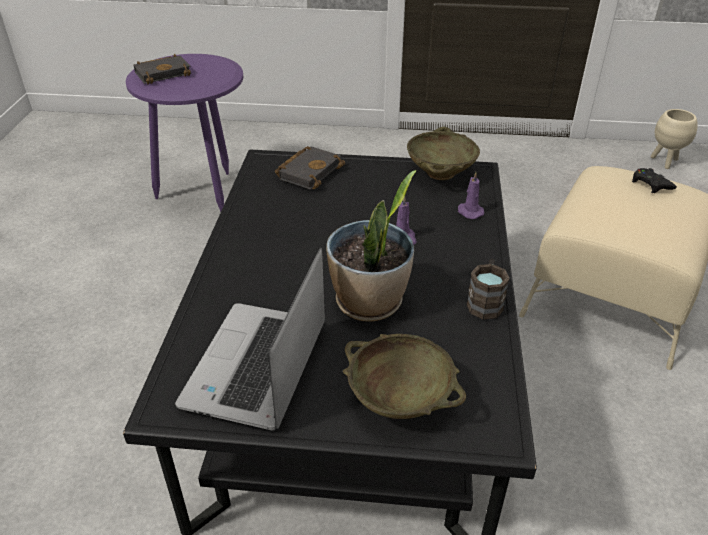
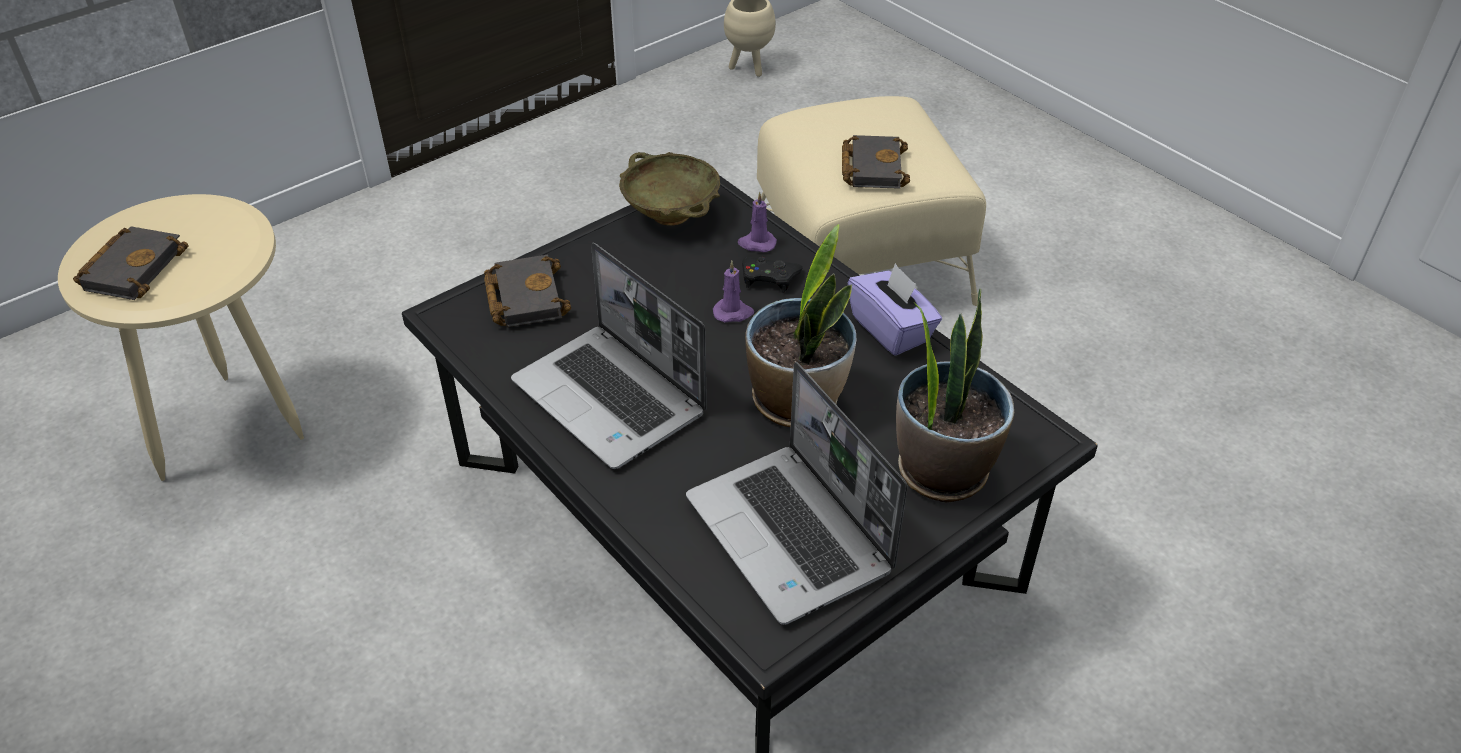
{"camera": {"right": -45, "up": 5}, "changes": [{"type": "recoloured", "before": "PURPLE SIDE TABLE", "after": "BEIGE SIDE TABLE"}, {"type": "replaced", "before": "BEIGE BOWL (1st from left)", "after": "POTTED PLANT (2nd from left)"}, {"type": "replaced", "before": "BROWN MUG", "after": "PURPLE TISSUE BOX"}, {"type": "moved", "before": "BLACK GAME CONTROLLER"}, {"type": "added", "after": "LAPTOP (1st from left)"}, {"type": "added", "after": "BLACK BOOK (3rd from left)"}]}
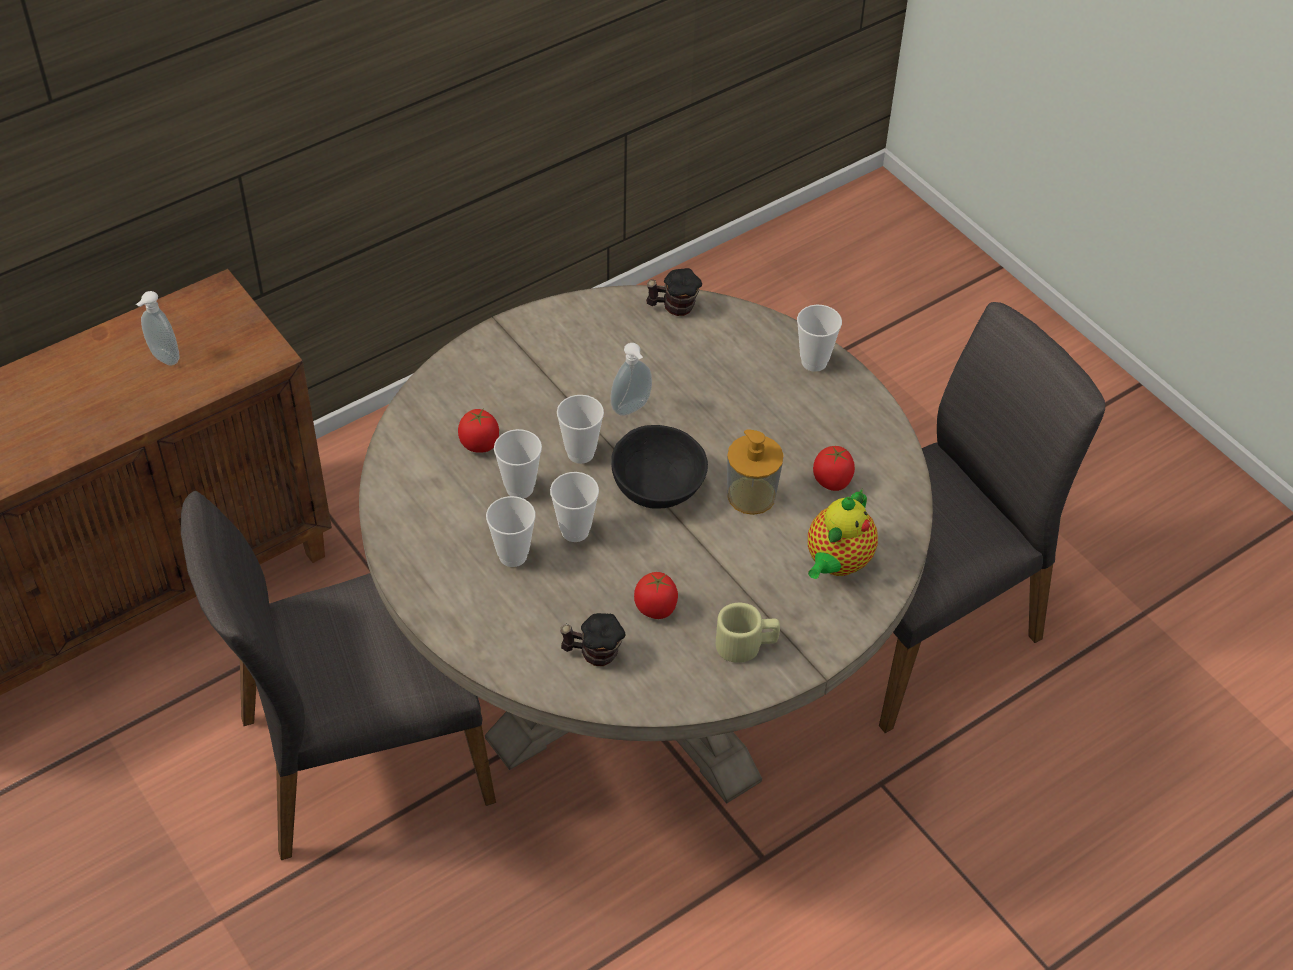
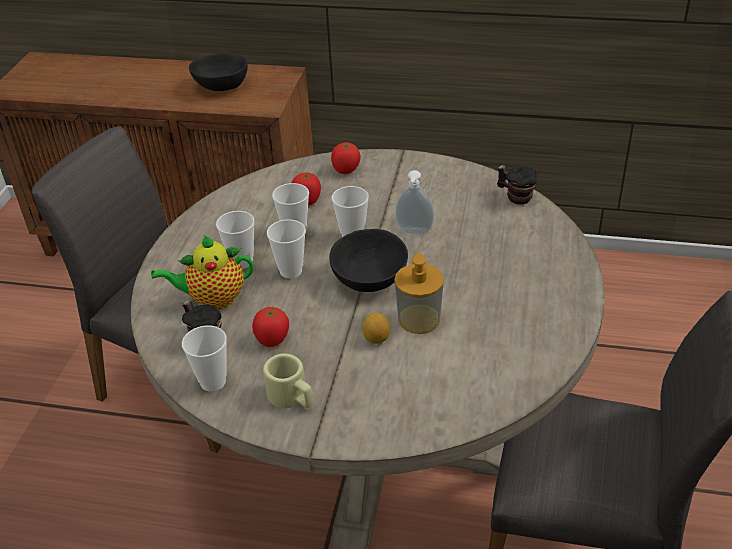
{"camera": {"right": 50, "up": -10}, "changes": [{"type": "replaced", "before": "SOAP DISPENSER (1st from left)", "after": "BLACK BOWL (1st from left)"}, {"type": "moved", "before": "CUP (5th from left in the first image)", "after": "CUP (1st from left)"}, {"type": "moved", "before": "TEAPOT"}, {"type": "moved", "before": "TOMATO (3rd from left)"}, {"type": "added", "after": "LEMON"}]}
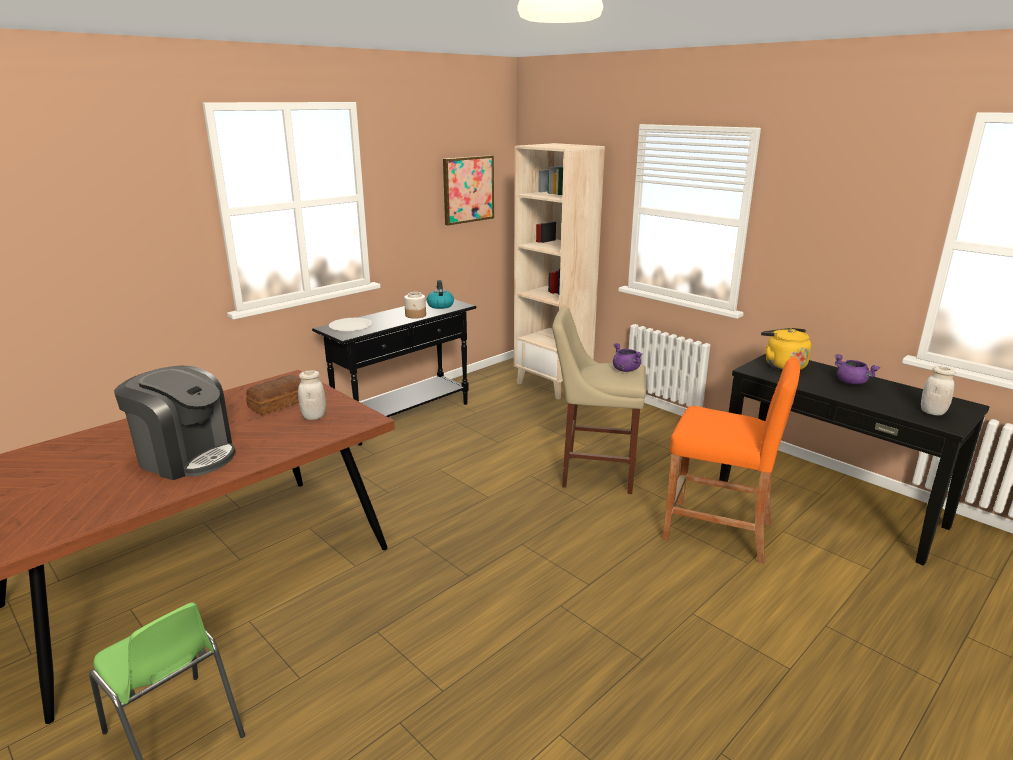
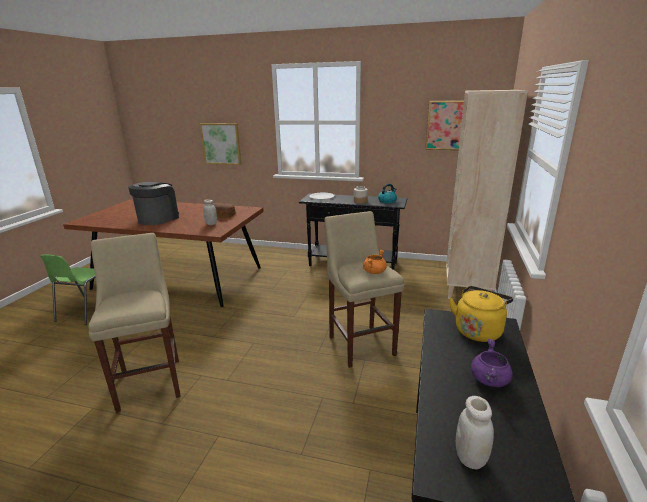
{"camera": {"right": 60, "up": 0}, "changes": [{"type": "turned", "before": "COFFEE MACHINE", "turn": -150}, {"type": "recoloured", "before": "PURPLE COOKING POT (1st from left)", "after": "ORANGE COOKING POT"}, {"type": "removed", "before": "ORANGE STOOL"}, {"type": "added", "after": "BEIGE STOOL (1st from left)"}, {"type": "added", "after": "PICTURE (1st from left)"}]}
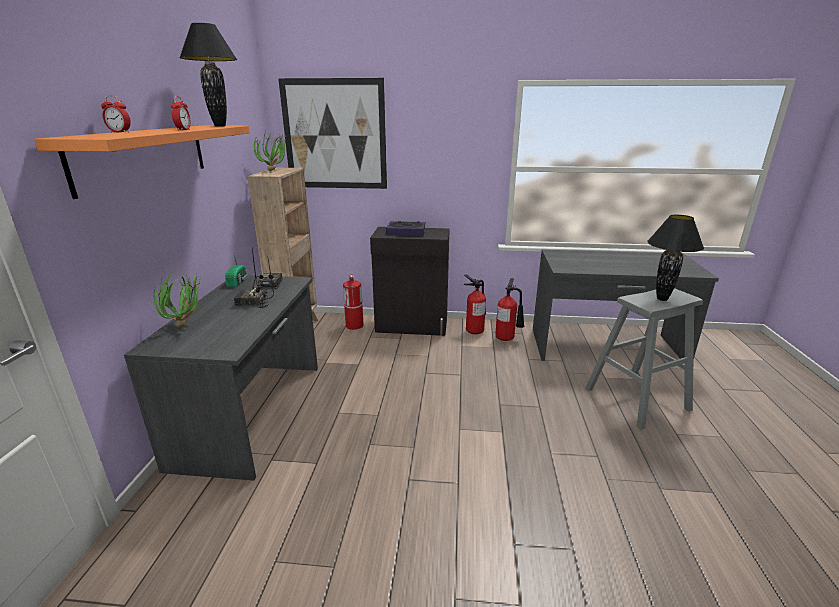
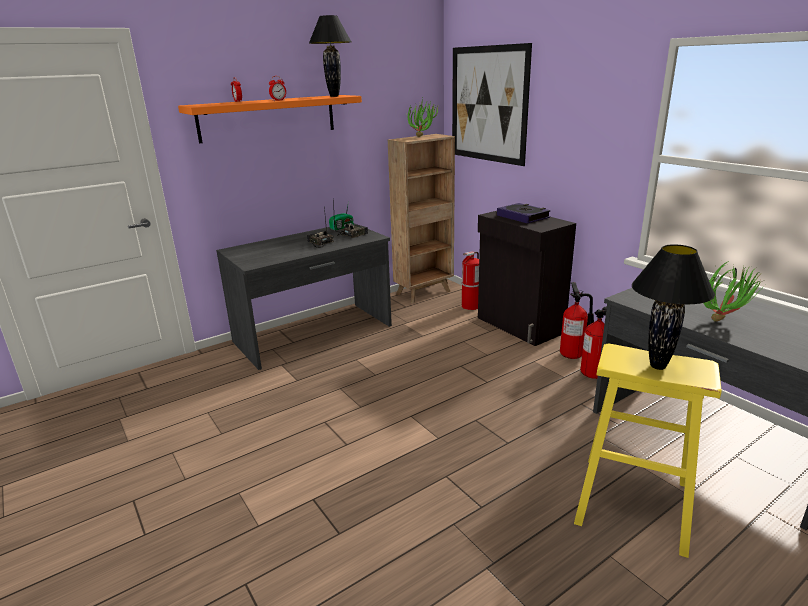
{"camera": {"right": 50, "up": 0}, "changes": [{"type": "moved", "before": "POTTED PLANT (1st from left in the first image)", "after": "POTTED PLANT (2nd from left)"}, {"type": "recoloured", "before": "GREY STOOL", "after": "YELLOW STOOL"}]}
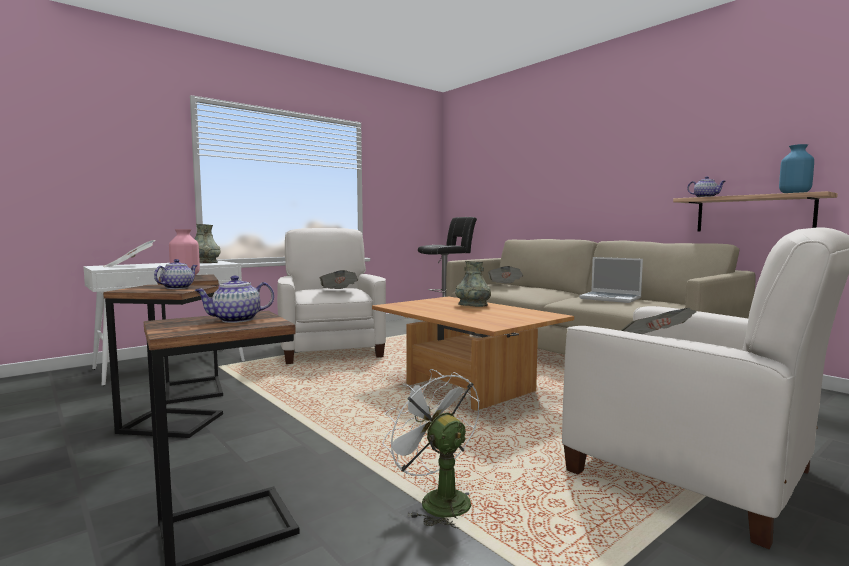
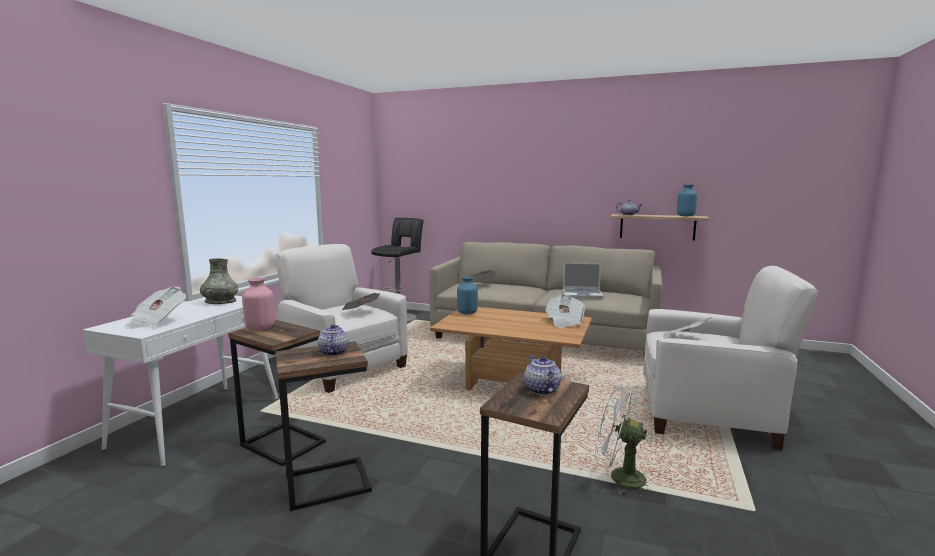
{"camera": {"right": -30, "up": 5}, "changes": [{"type": "turned", "before": "TEAPOT (2nd from left)", "turn": 135}, {"type": "removed", "before": "GREY VASE (2nd from left)"}, {"type": "added", "after": "BLUE VASE (1st from left)"}, {"type": "added", "after": "NEWSPAPER (4th from left)"}]}
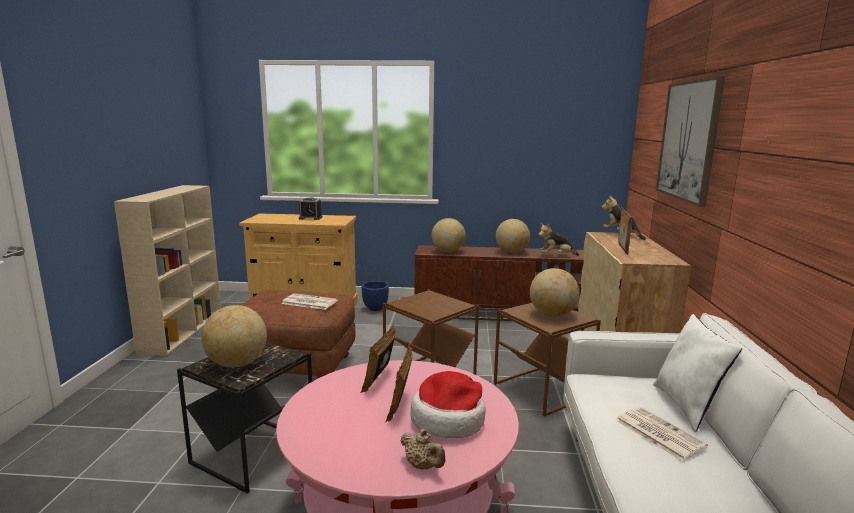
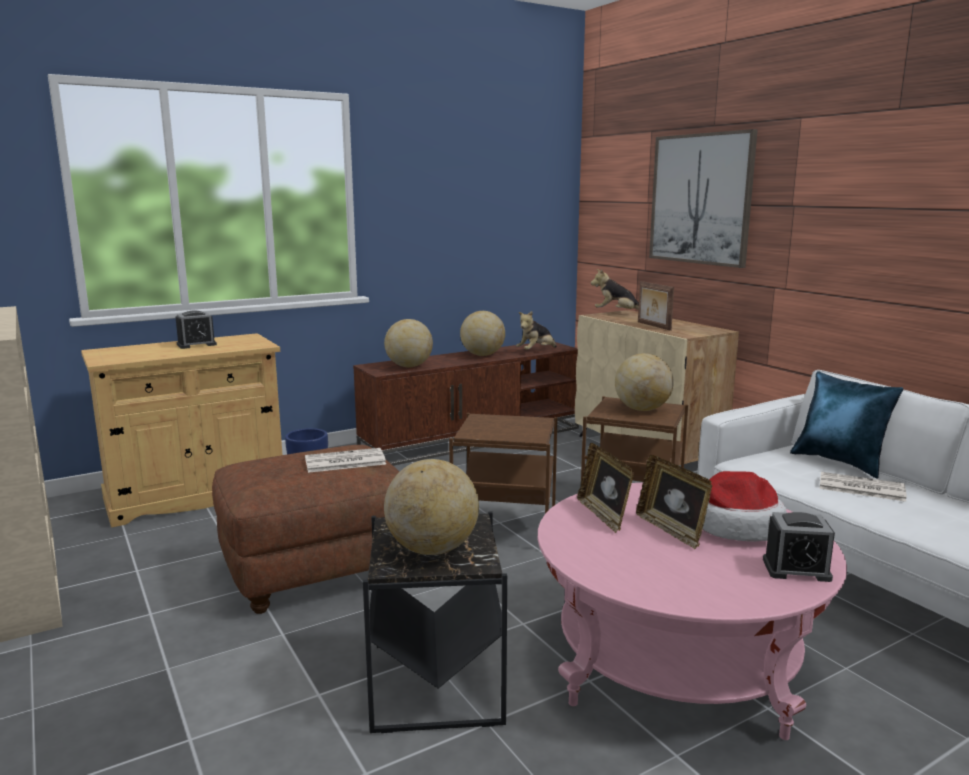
{"camera": {"right": -35, "up": 0}, "changes": [{"type": "replaced", "before": "BEIGE TEAPOT", "after": "ALARM CLOCK (2nd from left)"}, {"type": "recoloured", "before": "WHITE PILLOW", "after": "BLUE PILLOW"}]}
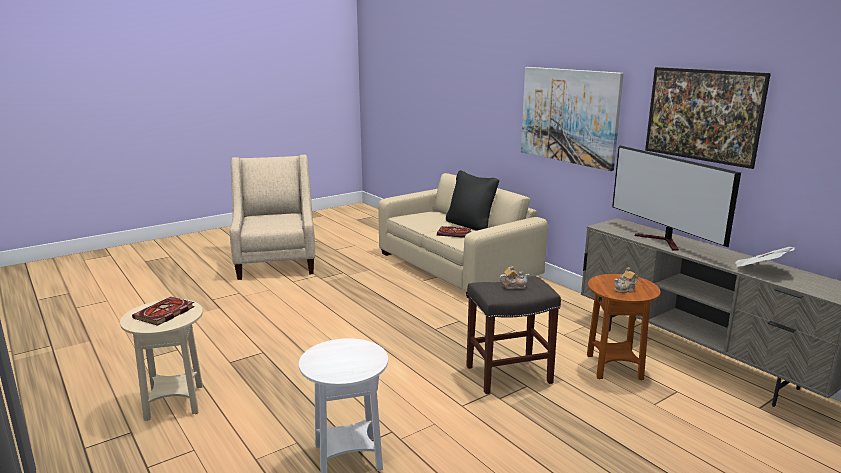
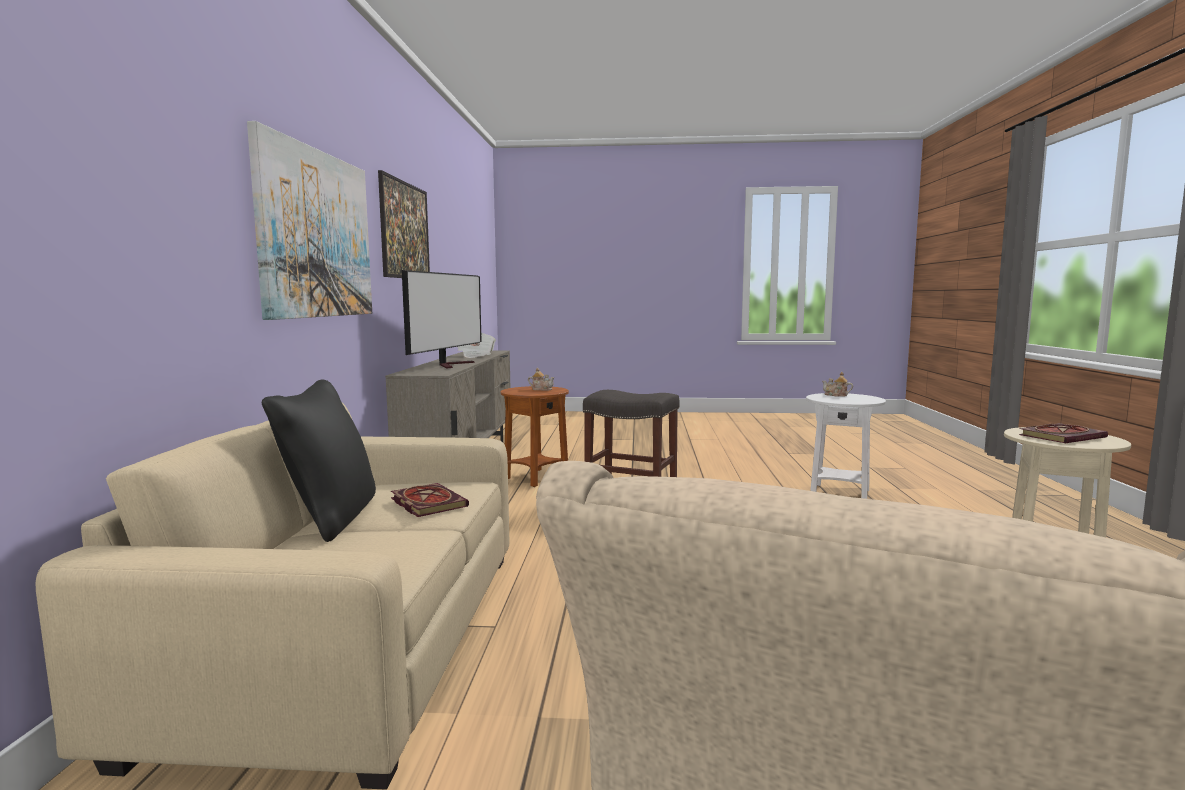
{"camera": {"right": -140, "up": -10}, "changes": [{"type": "moved", "before": "TEAPOT (1st from left in the first image)", "after": "TEAPOT (2nd from left)"}]}
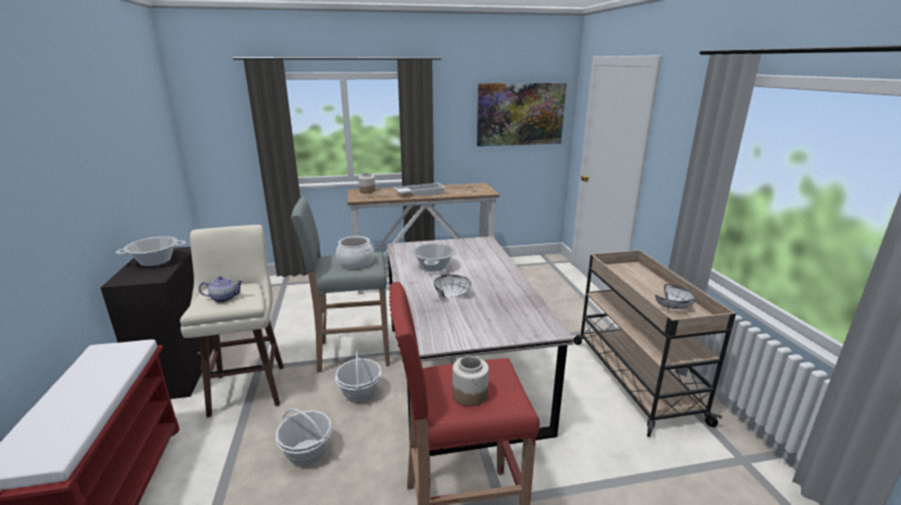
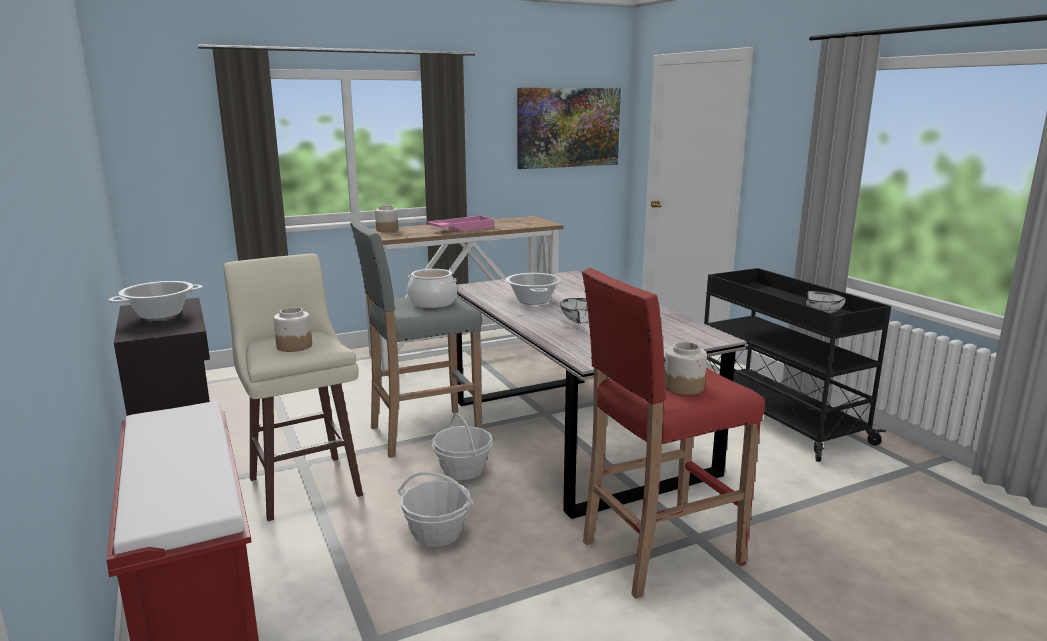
{"camera": {"right": -15, "up": -5}, "changes": [{"type": "replaced", "before": "TEAPOT", "after": "JAR (1st from left)"}, {"type": "recoloured", "before": "WHITE TRAY", "after": "PINK TRAY"}, {"type": "recoloured", "before": "BEIGE CART", "after": "BLACK CART"}]}
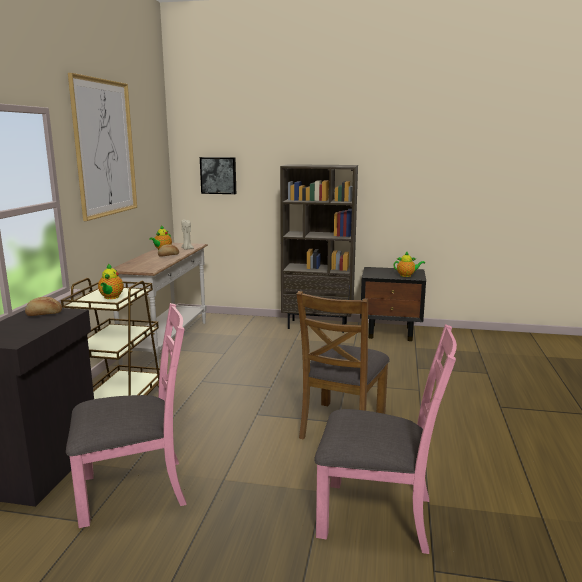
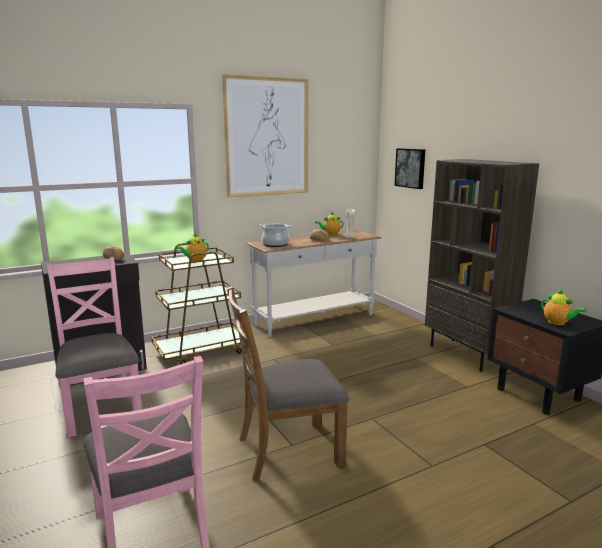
{"camera": {"right": 50, "up": 0}, "changes": [{"type": "turned", "before": "PINK CHAIR (1st from left)", "turn": -150}, {"type": "added", "after": "COOKING POT"}]}
